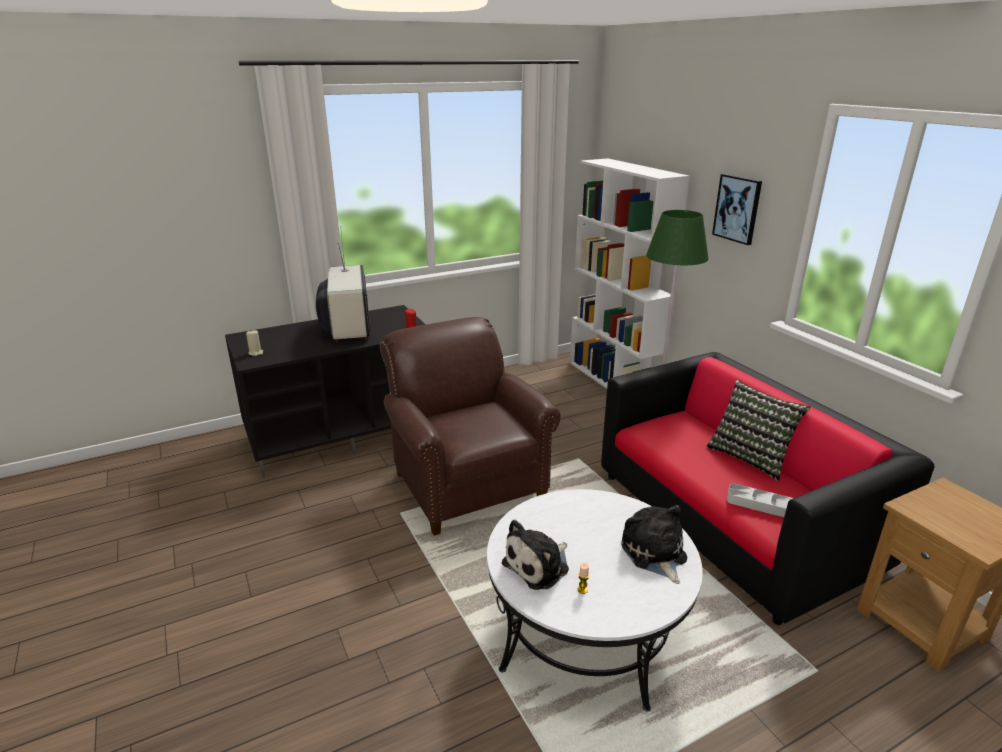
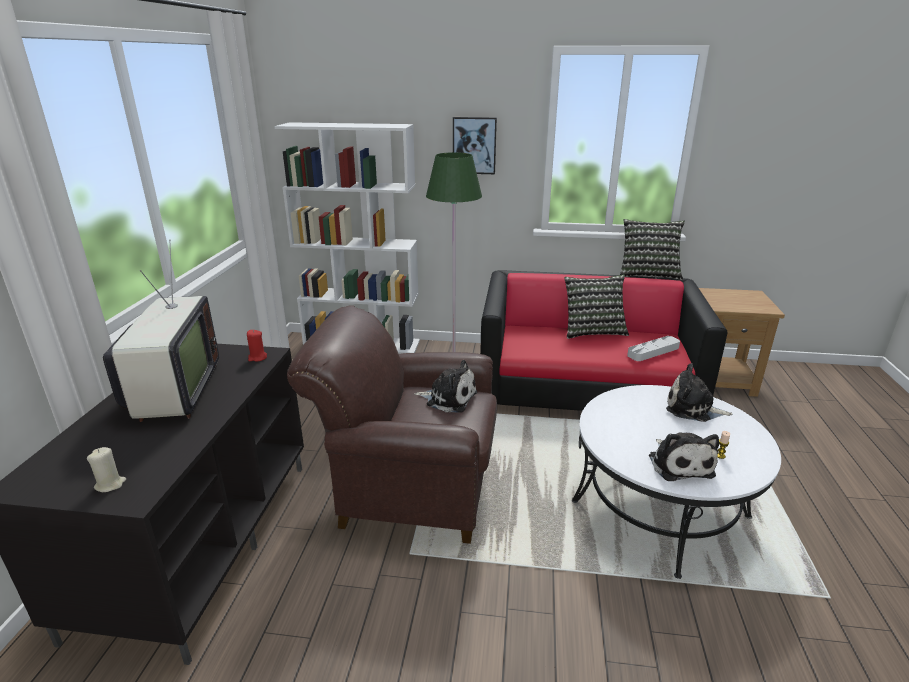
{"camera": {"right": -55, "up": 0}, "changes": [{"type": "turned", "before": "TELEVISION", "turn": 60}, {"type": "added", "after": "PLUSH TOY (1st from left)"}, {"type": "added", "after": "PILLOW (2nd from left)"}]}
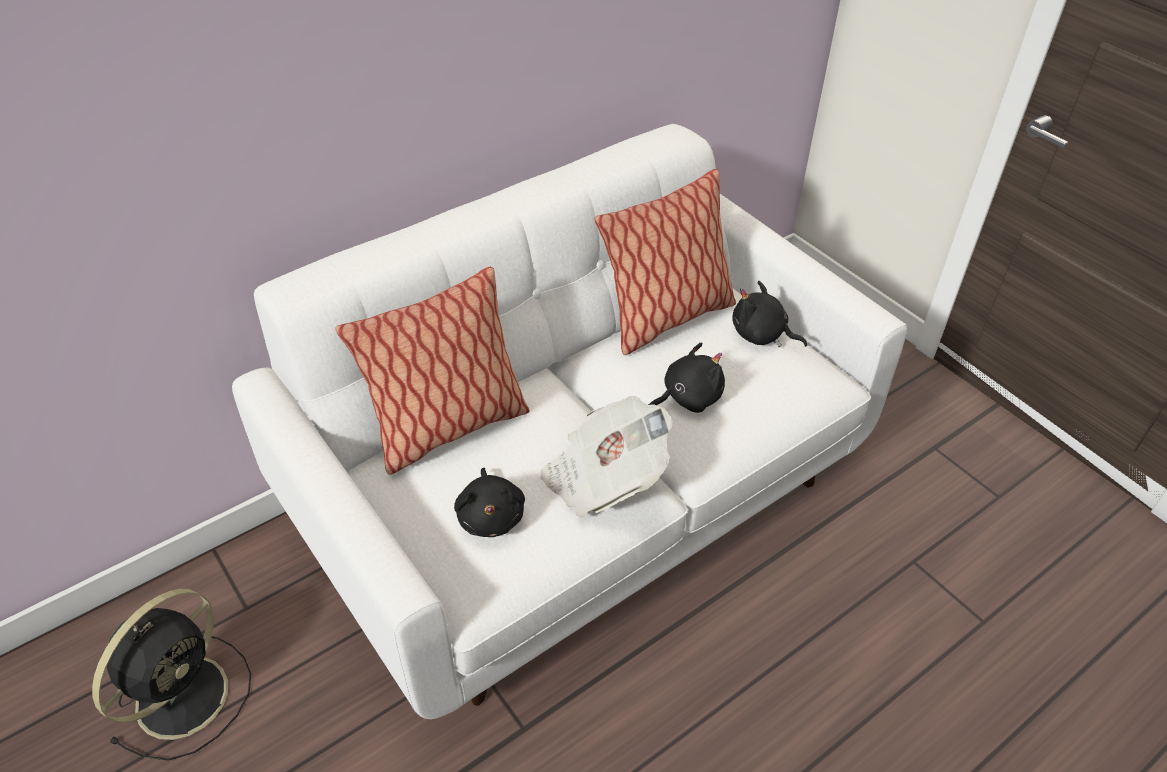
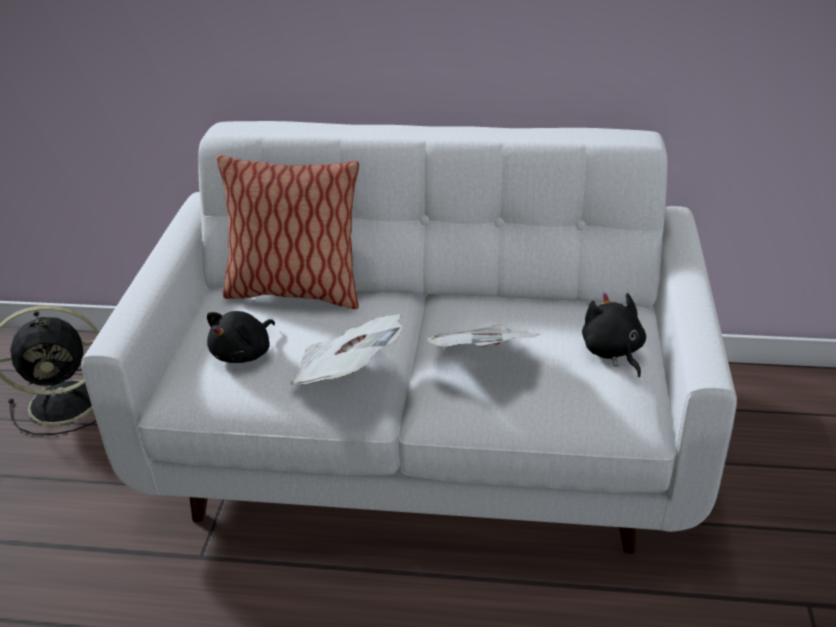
{"camera": {"right": 45, "up": -10}, "changes": [{"type": "removed", "before": "PILLOW (2nd from left)"}, {"type": "replaced", "before": "BLACK PLUSH TOY (2nd from left)", "after": "NEWSPAPER (2nd from left)"}]}
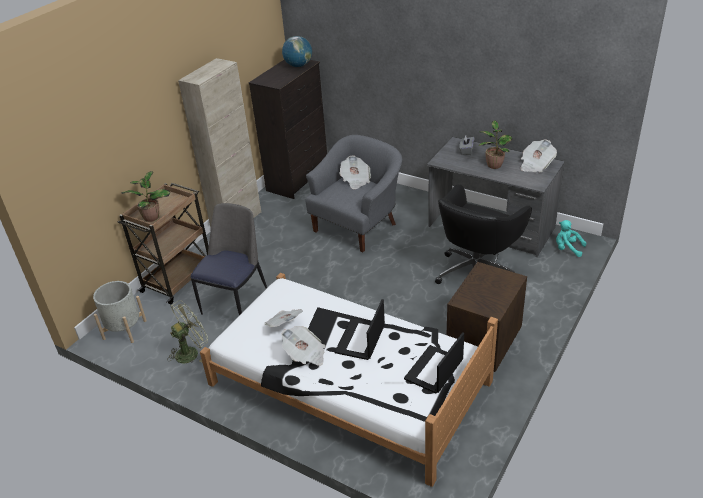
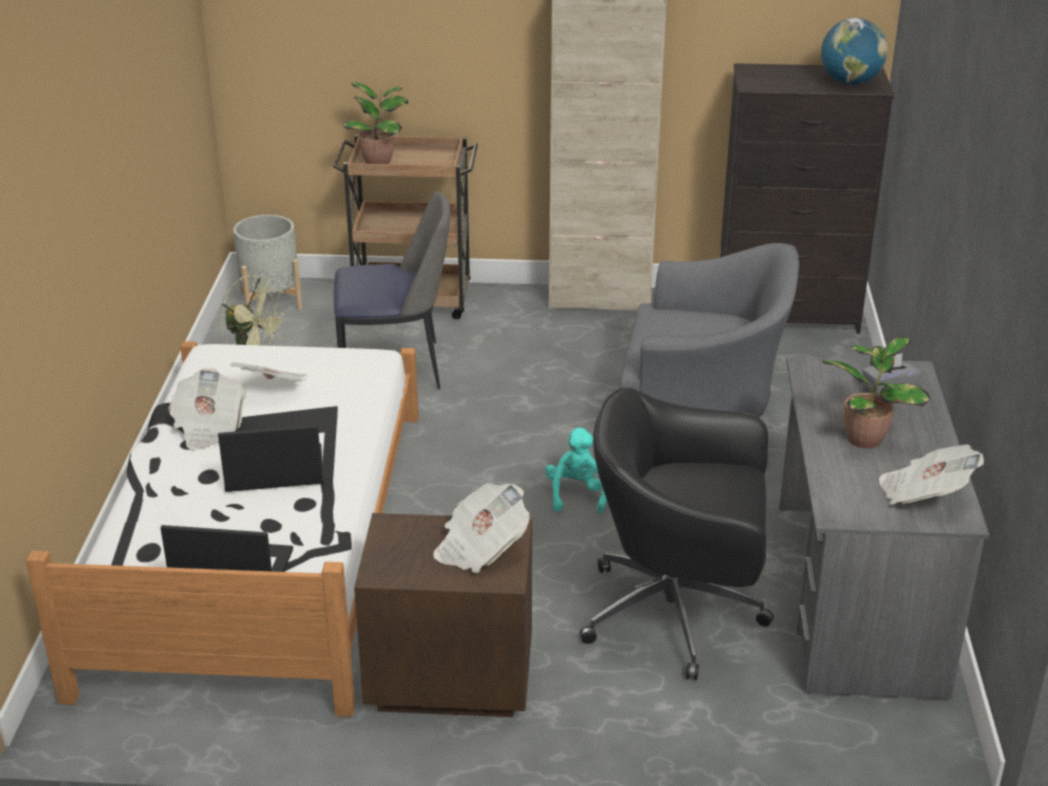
{"camera": {"right": 60, "up": -5}, "changes": [{"type": "moved", "before": "NEWSPAPER (3rd from left)"}, {"type": "moved", "before": "TURQUOISE PLUSH TOY"}]}
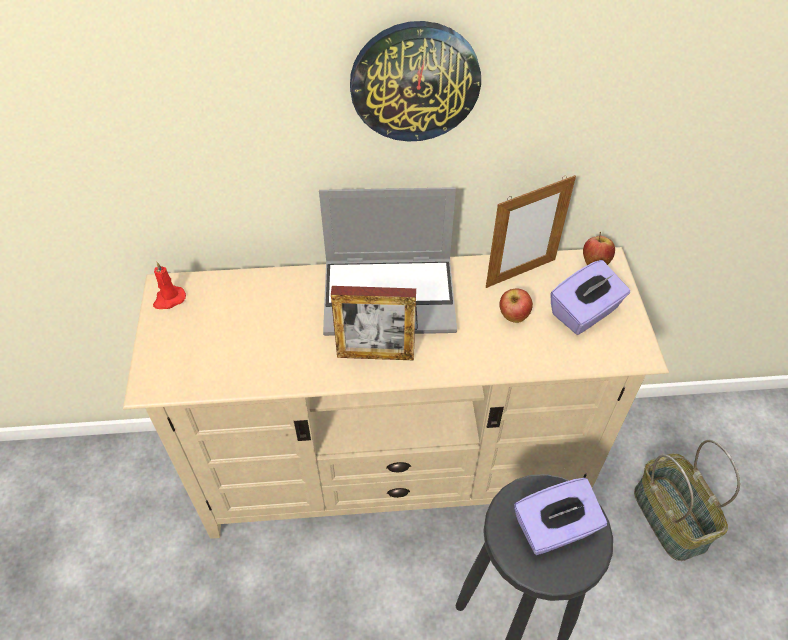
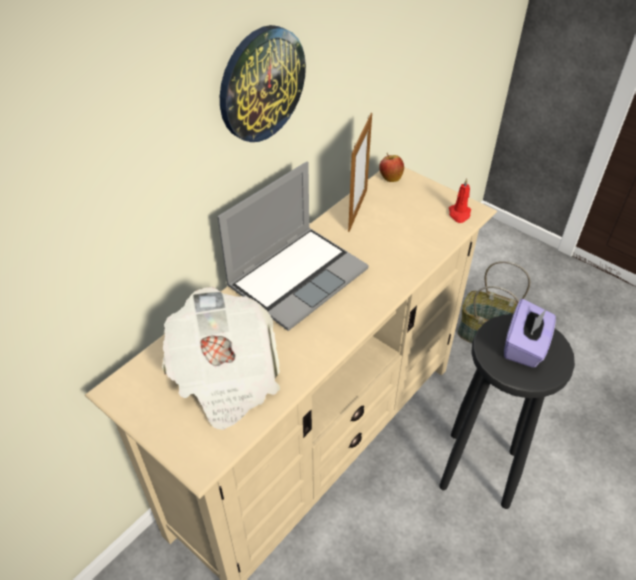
{"camera": {"right": -45, "up": -5}, "changes": [{"type": "moved", "before": "RED CANDLE"}, {"type": "removed", "before": "PICTURE FRAME (1st from left)"}, {"type": "removed", "before": "APPLE (1st from left)"}, {"type": "removed", "before": "PURPLE TISSUE BOX (2nd from left)"}, {"type": "added", "after": "NEWSPAPER"}]}
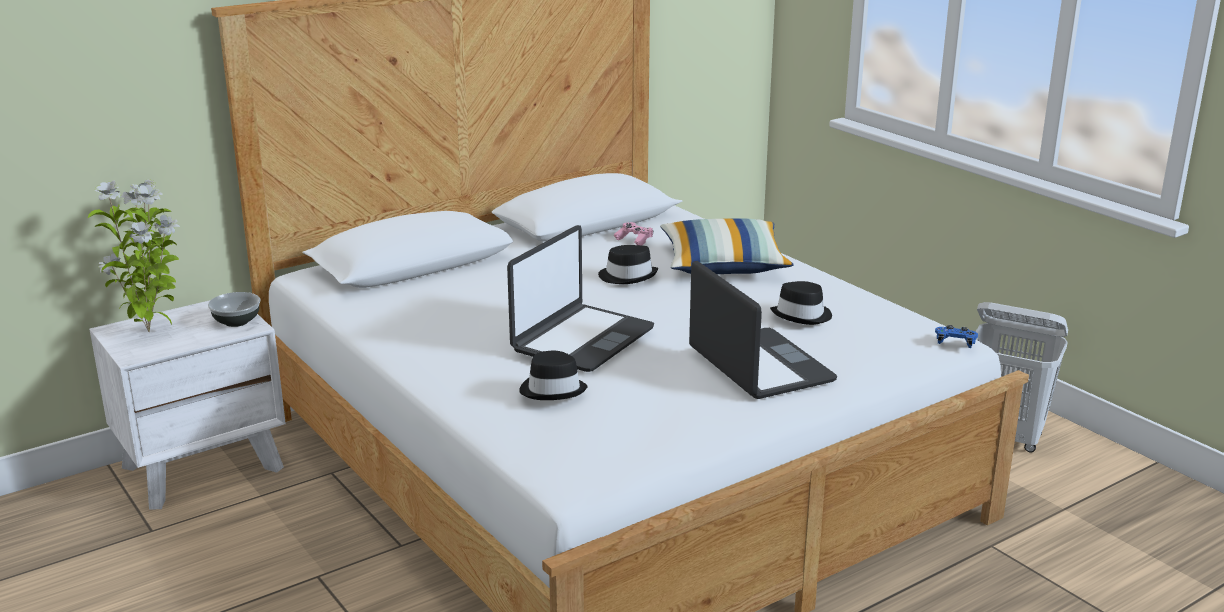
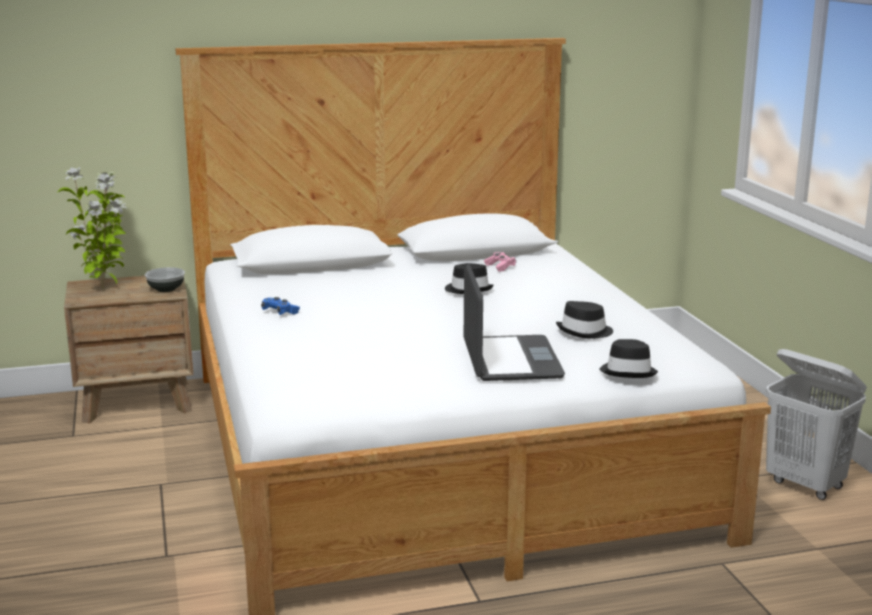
{"camera": {"right": 20, "up": -5}, "changes": [{"type": "recoloured", "before": "WHITE NIGHTSTAND", "after": "BROWN NIGHTSTAND"}, {"type": "removed", "before": "LAPTOP (1st from left)"}, {"type": "moved", "before": "BLACK HAT (1st from left in the first image)", "after": "BLACK HAT (3rd from left)"}, {"type": "removed", "before": "PILLOW"}, {"type": "moved", "before": "BLUE GAME CONTROLLER"}]}
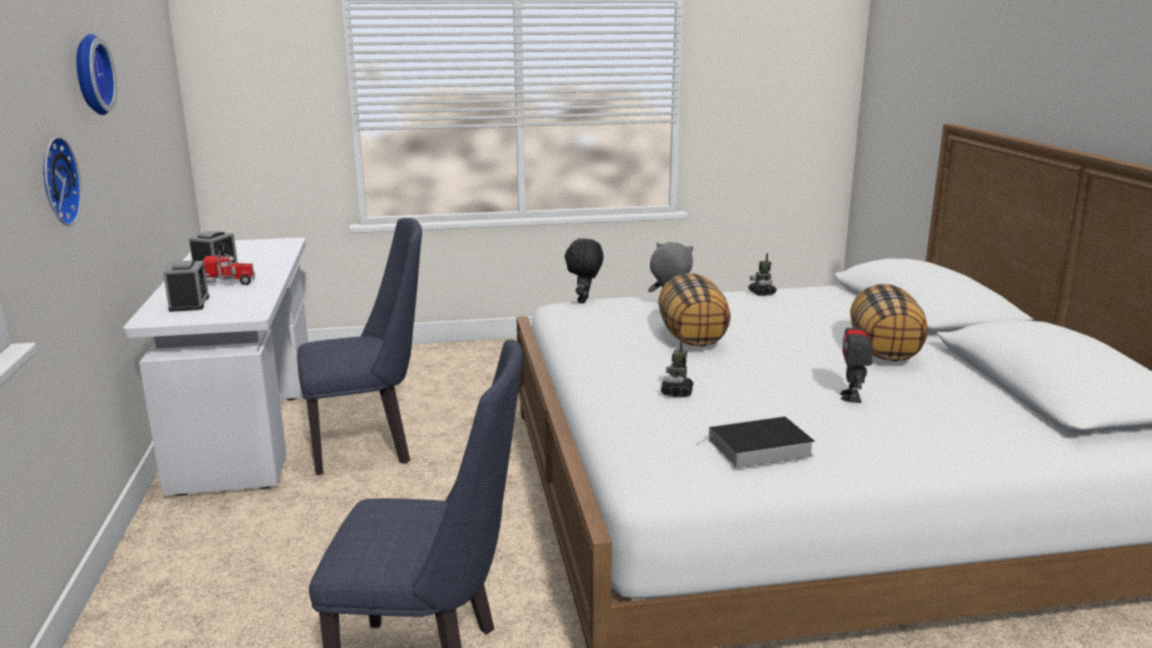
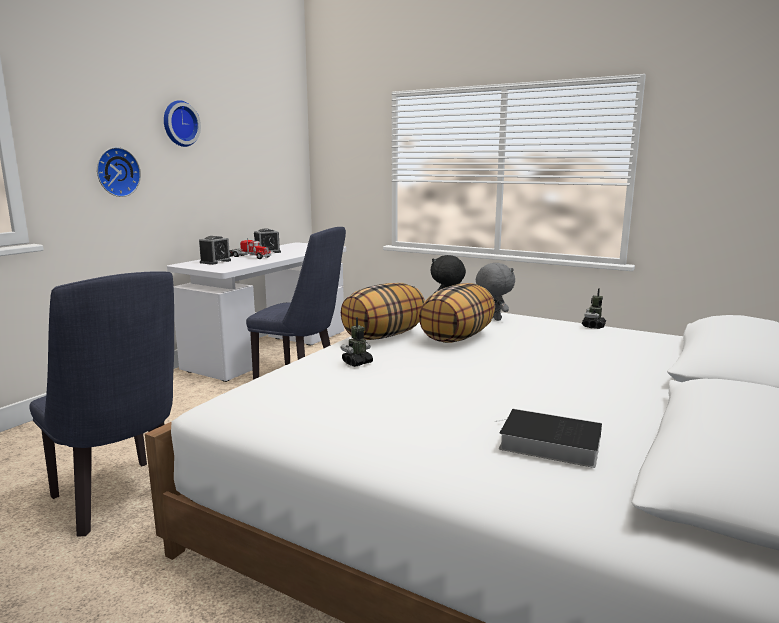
{"camera": {"right": 40, "up": -5}, "changes": [{"type": "moved", "before": "BOOK"}, {"type": "removed", "before": "TOY ROBOT (3rd from left)"}, {"type": "moved", "before": "PILLOW (2nd from left in the first image)", "after": "PILLOW (1st from left)"}]}
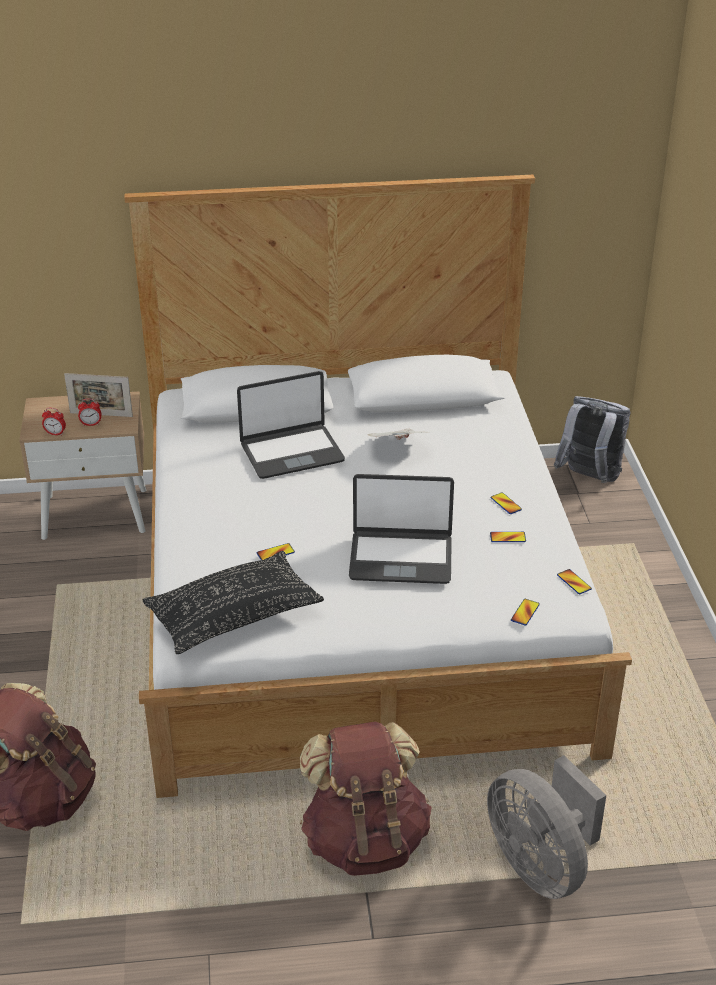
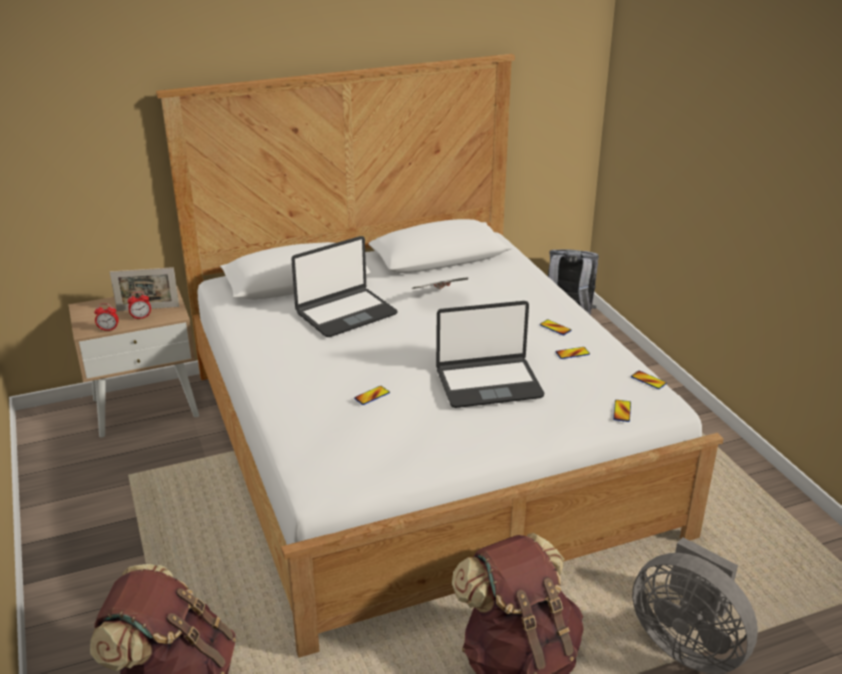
{"camera": {"right": -15, "up": -5}, "changes": [{"type": "removed", "before": "BLACK PILLOW"}]}
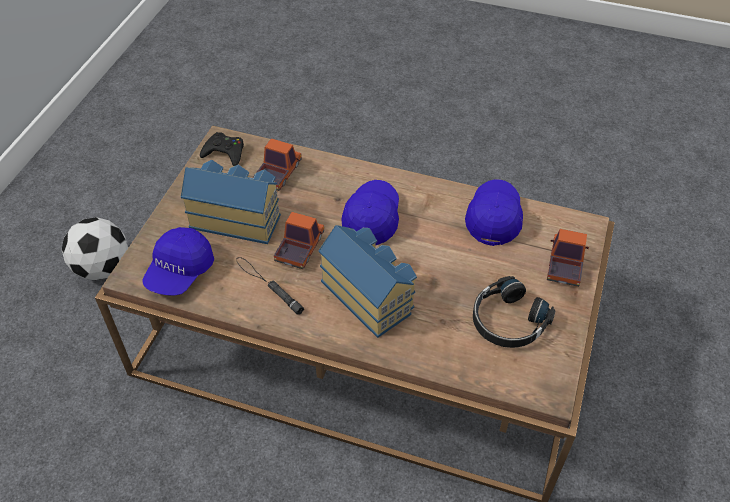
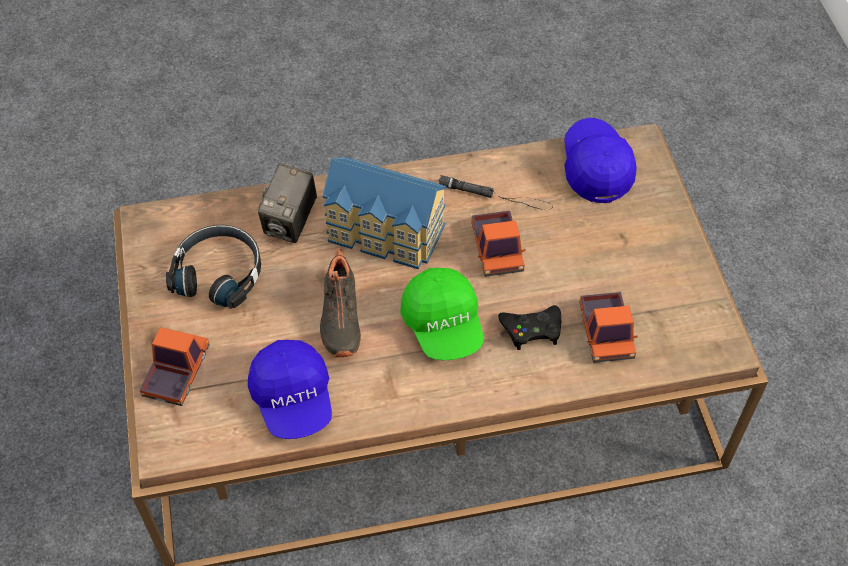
{"camera": {"right": 150, "up": 5}, "changes": [{"type": "removed", "before": "FOOTBALL"}, {"type": "removed", "before": "TOY HOUSE (1st from left)"}, {"type": "moved", "before": "BLACK GAME CONTROLLER"}, {"type": "recoloured", "before": "BLUE CAP (2nd from left)", "after": "GREEN CAP"}, {"type": "turned", "before": "TOY TRUCK (3rd from left in the first image)", "turn": -150}, {"type": "added", "after": "PHOTO CAMERA"}, {"type": "added", "after": "BLACK SHOE"}]}
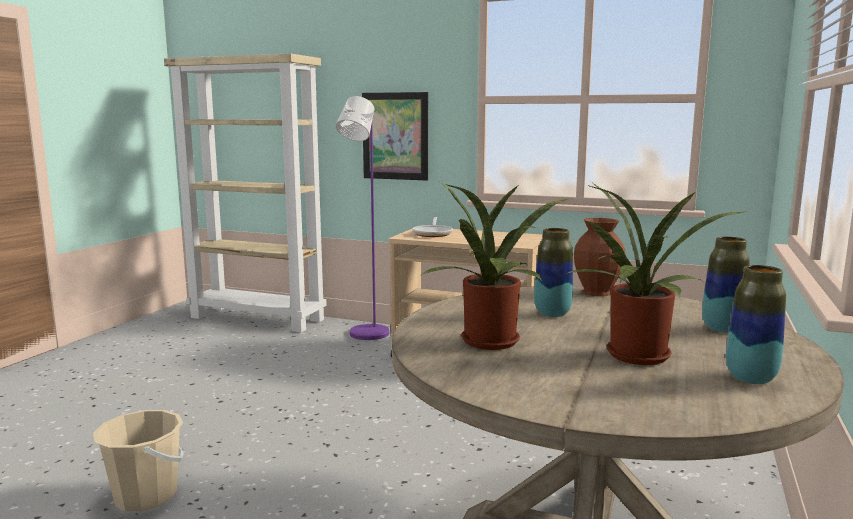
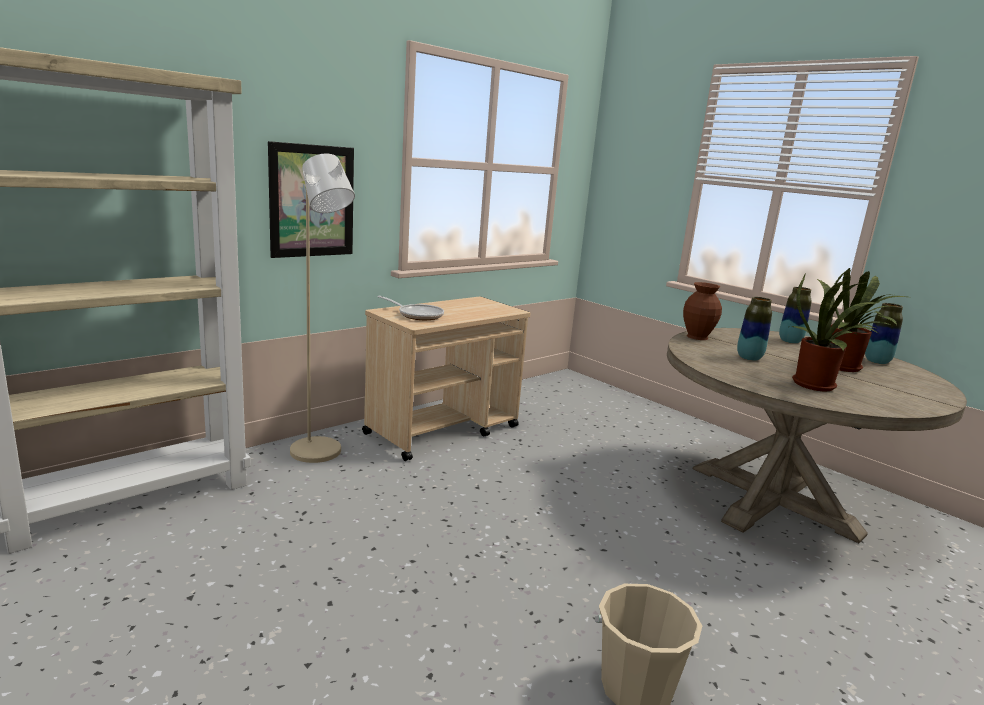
{"camera": {"right": -65, "up": 5}, "changes": [{"type": "recoloured", "before": "PURPLE FLOOR LAMP", "after": "BEIGE FLOOR LAMP"}]}
